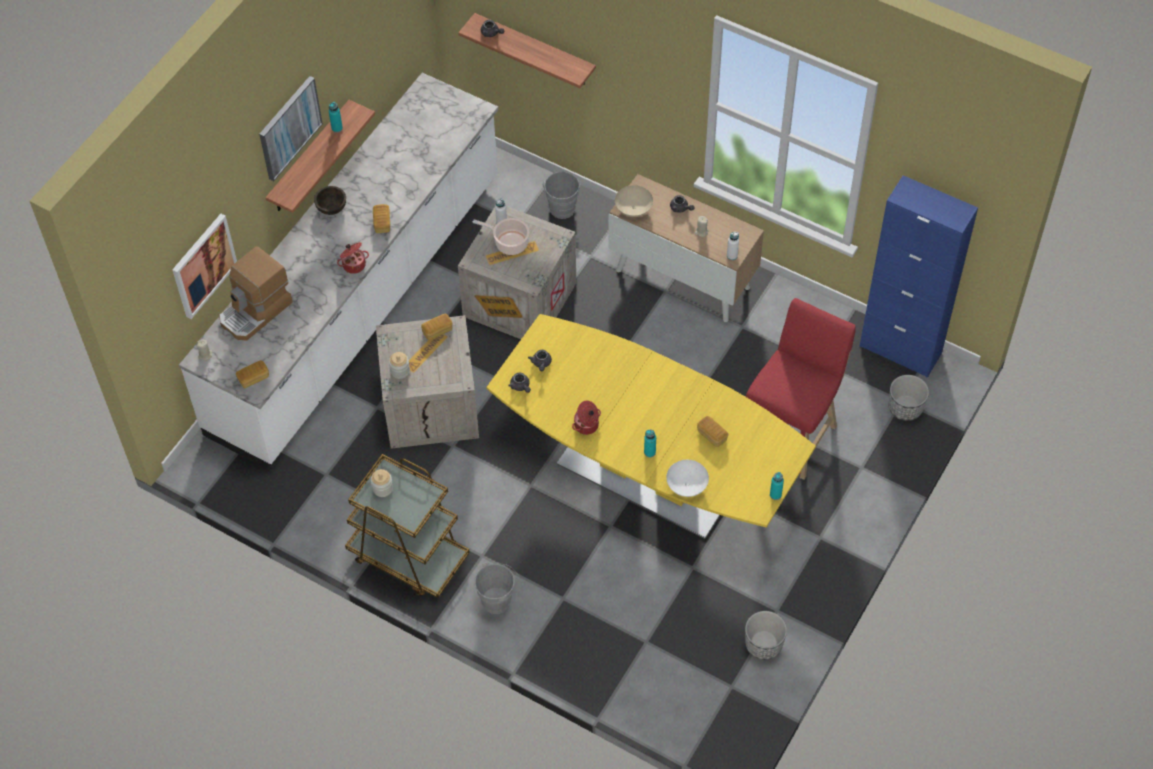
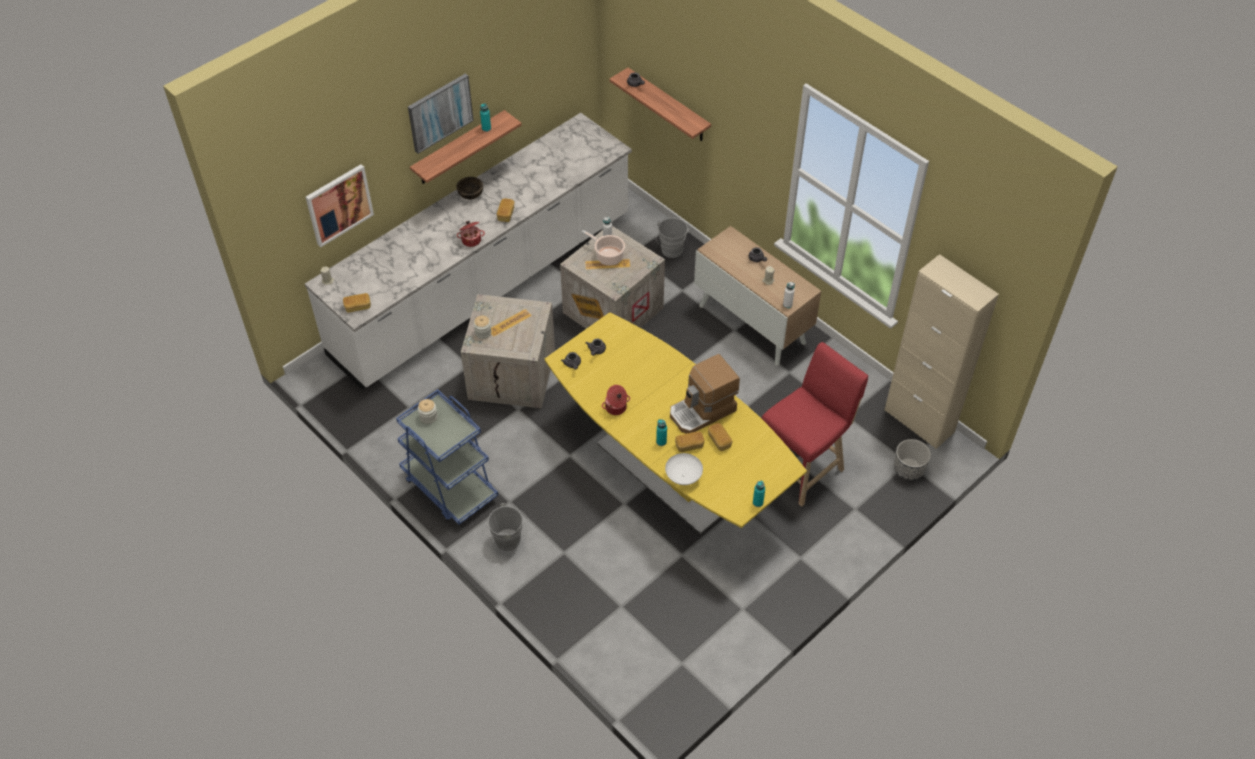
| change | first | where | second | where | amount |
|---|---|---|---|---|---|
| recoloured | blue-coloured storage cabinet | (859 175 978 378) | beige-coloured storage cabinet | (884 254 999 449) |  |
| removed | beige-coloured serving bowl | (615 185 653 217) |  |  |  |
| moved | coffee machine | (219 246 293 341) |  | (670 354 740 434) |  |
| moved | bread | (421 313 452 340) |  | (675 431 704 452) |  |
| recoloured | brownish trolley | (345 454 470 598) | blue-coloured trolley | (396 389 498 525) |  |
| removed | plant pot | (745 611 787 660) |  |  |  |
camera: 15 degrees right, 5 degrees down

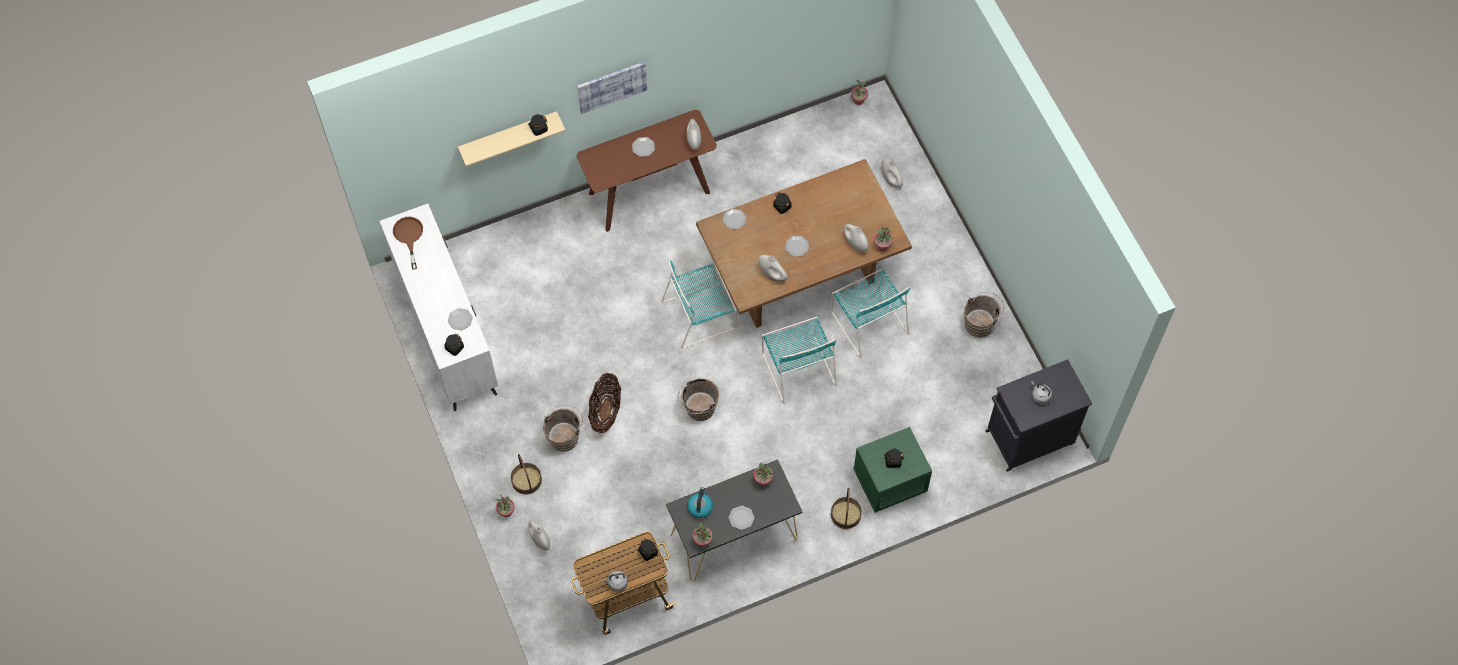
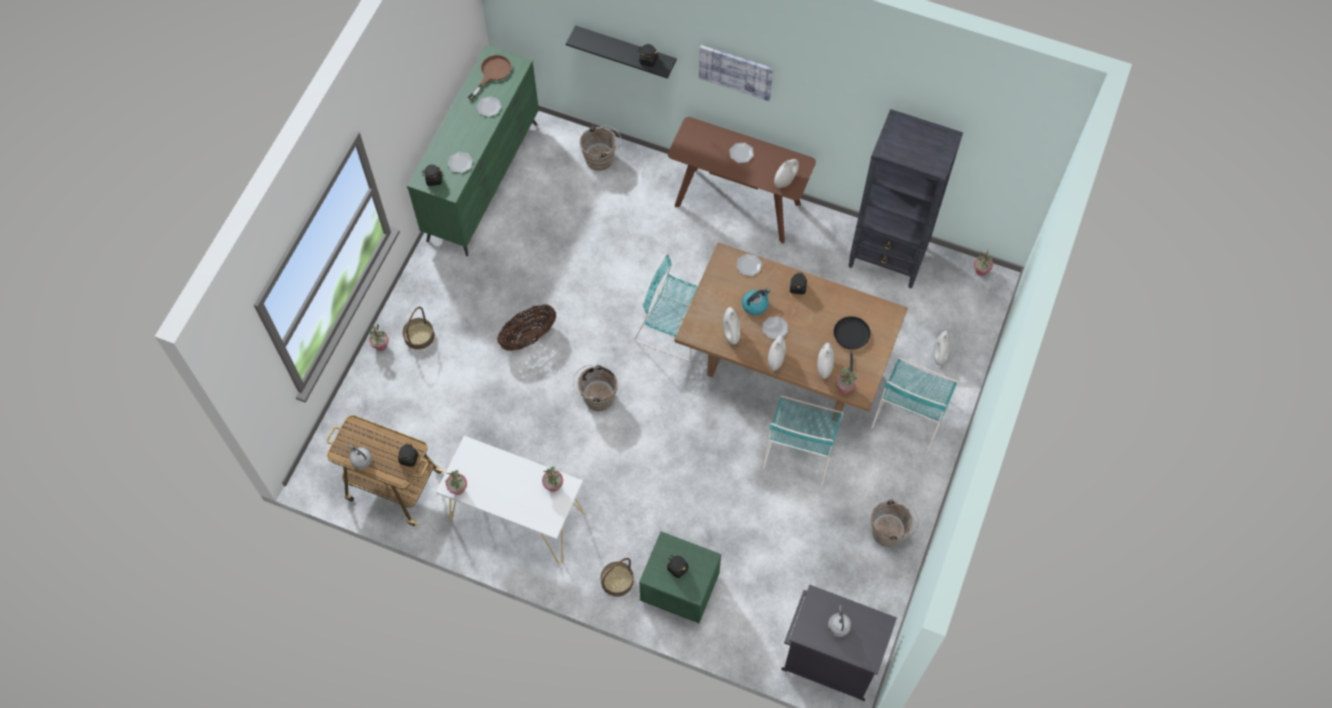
| change | first | where | second | where | amount |
|---|---|---|---|---|---|
| recoloured | beige-coloured shelf | (458 111 565 166) | blackish shelf | (566 26 677 78) |  |
| recoloured | white dresser | (380 204 498 411) | greenish dresser | (407 45 539 256) |  |
| moved | blue-green upright chair | (762 317 837 403) |  | (871 358 958 452) |  |
| moved | brownish pail | (543 404 583 452) |  | (579 126 621 171) |  |
| recoloured | blackish hall table | (666 459 803 582) | white hall table | (436 436 584 564) |  |
| moved | water kettle | (687 487 713 518) |  | (742 288 770 315) |  |
| moved | plate | (729 506 755 530) |  | (477 96 502 117) |  |
| moved | white flower vase | (529 520 550 551) |  | (768 335 786 371) |  |
| added |  |  | blackish bookcase | (849 109 963 288) |  |
| added |  |  | blackish pan | (834 316 870 371) |  |
camera: 45 degrees right, 0 degrees up

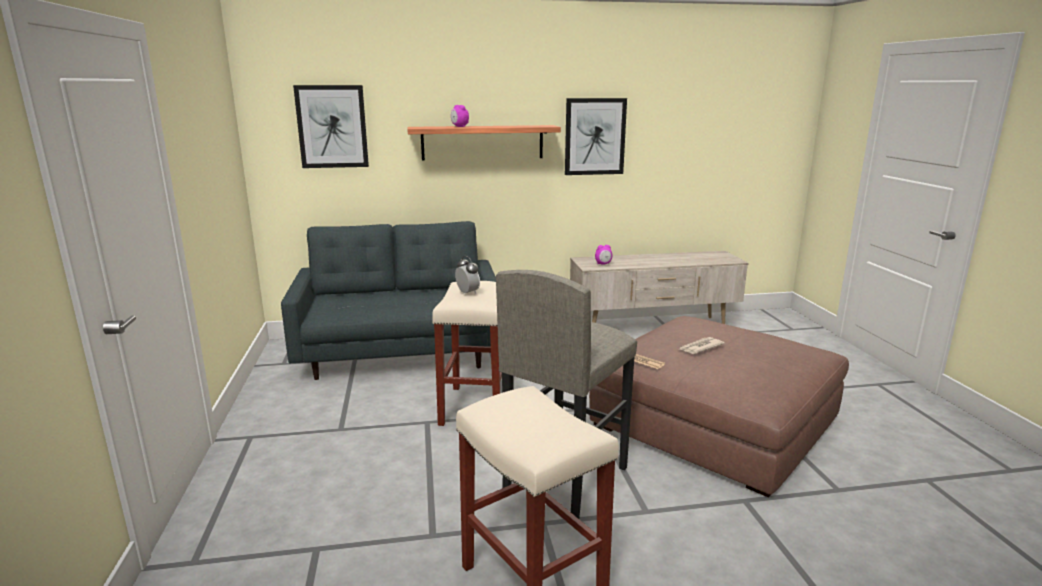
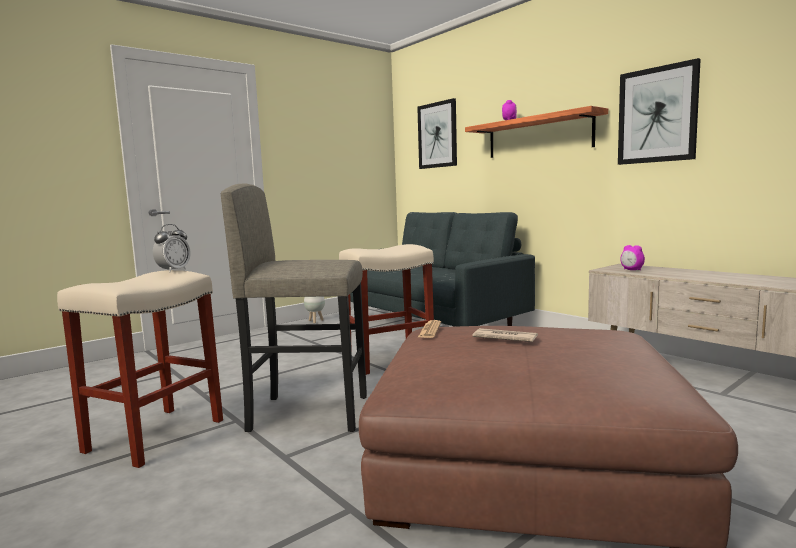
| change | first | where | second | where | amount |
|---|---|---|---|---|---|
| moved | alarm clock | (455 256 480 294) |  | (153 224 191 272) |  |
| added |  |  | white plant pot | (304 297 325 323) |  |
camera: 60 degrees right, 10 degrees down

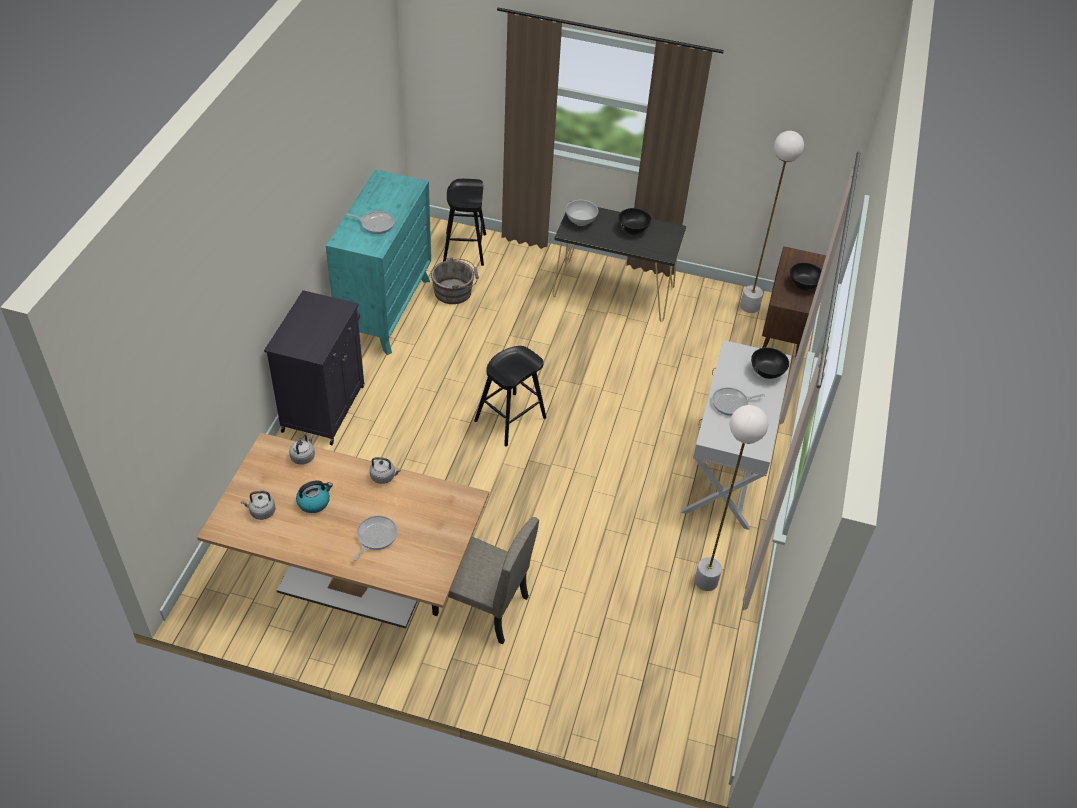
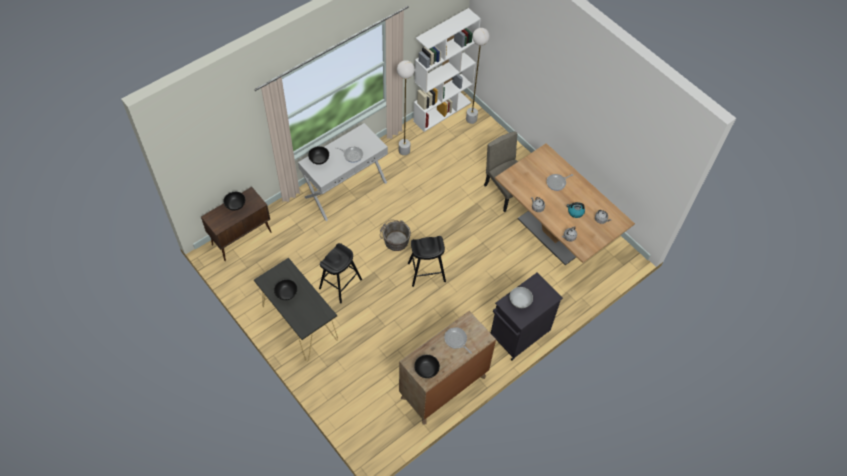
| change | first | where | second | where | amount |
|---|---|---|---|---|---|
| moved | white standing lamp | (740 131 804 313) |  | (466 28 490 124) |  |
| recoloured | blue-green dresser | (326 170 431 355) | brownish dresser | (399 311 496 425) |  |
| moved | blackish stool | (443 179 486 266) |  | (319 243 362 303) |  |
| moved | white serving bowl | (566 200 598 226) |  | (510 287 533 308) |  |
| moved | gray pail | (431 257 479 304) |  | (380 220 411 251) |  |
| added |  |  | white bookcase | (413 8 481 132) |  |
| added |  |  | blackish serving bowl | (414 355 440 378) |  |
camera: 145 degrees left, 10 degrees up

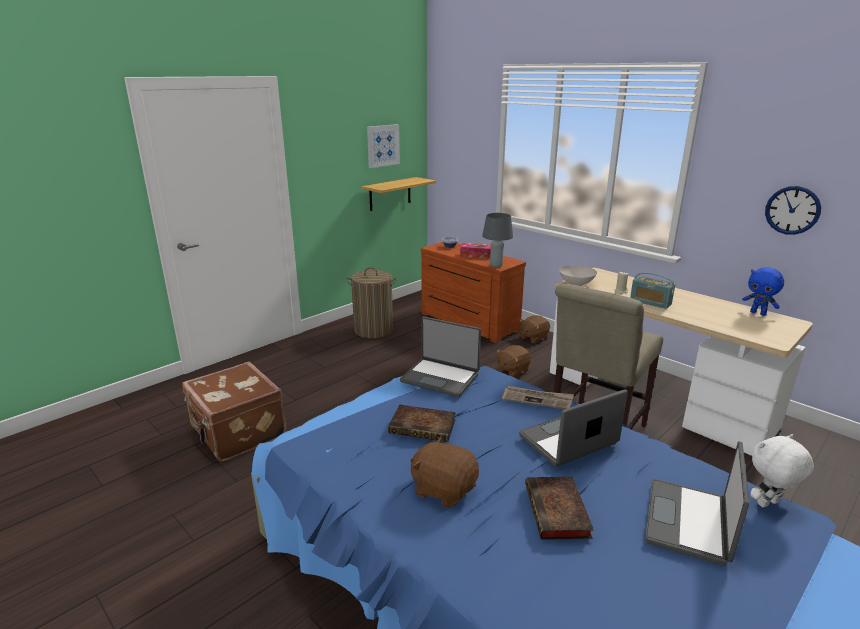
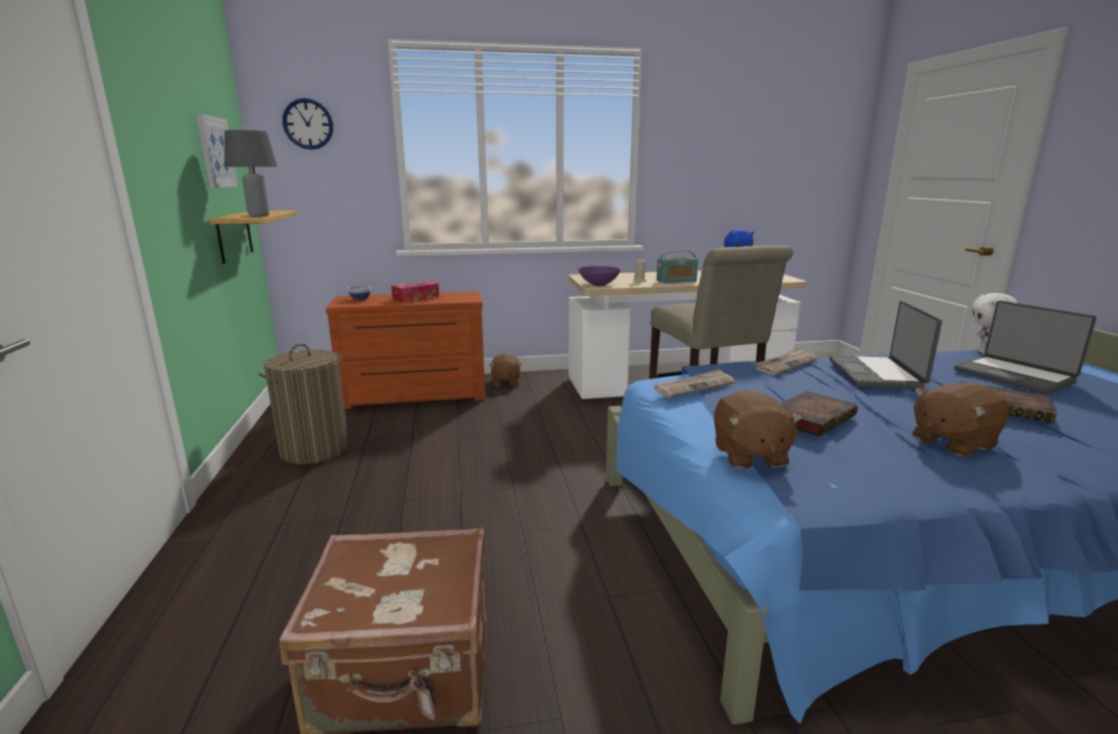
| change | first | where | second | where | amount |
|---|---|---|---|---|---|
| moved | wall clock | (765 186 821 235) |  | (282 98 333 150) |  |
| moved | gray tabletop lamp | (482 213 513 267) |  | (224 130 277 217) |  |
| recoloured | white serving bowl | (559 265 597 286) | purplish serving bowl | (578 266 620 286) |  |
| replaced | laptop | (400 317 481 397) | daily paper | (654 369 735 398) |  |
| moved | brownish cuddly toy | (497 345 531 377) |  | (714 390 803 469) |  |
camera: 55 degrees left, 5 degrees down

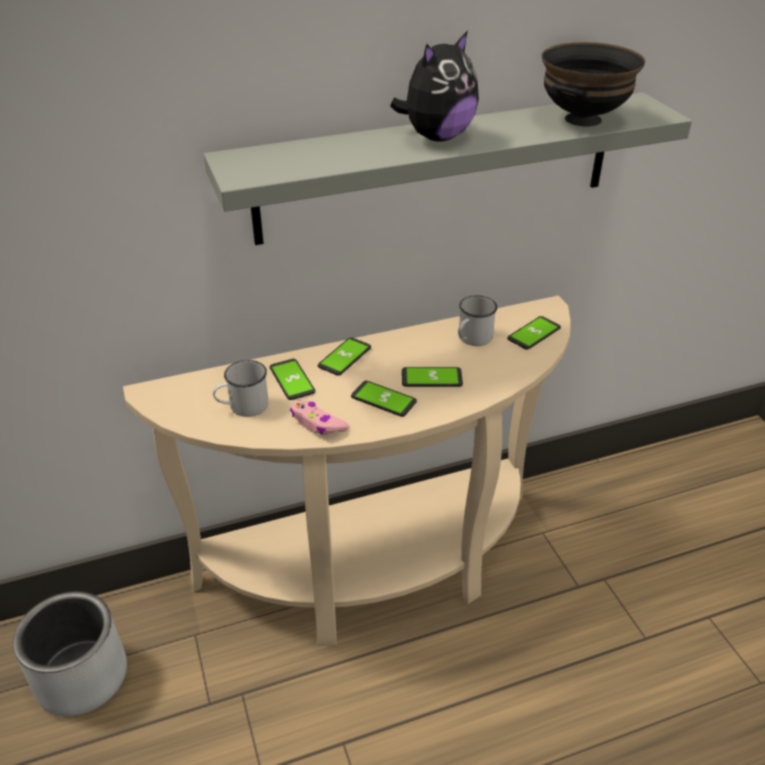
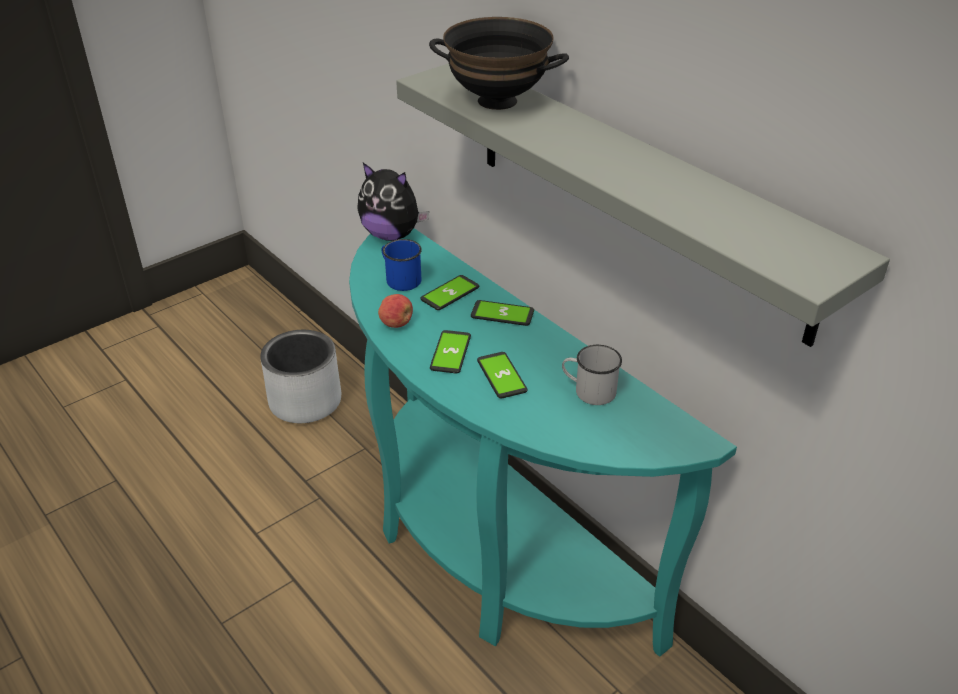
| change | first | where | second | where | amount |
|---|---|---|---|---|---|
| moved | cuddly toy | (390 31 479 142) |  | (357 163 429 241) |  |
| moved | blackish serving bowl | (542 42 645 126) |  | (429 17 569 110) |  |
| recoloured | beige-coloured hall table | (123 296 571 646) | blue-green hall table | (349 228 737 657) |  |
| removed | telephone | (507 316 561 350) |  |  |  |
| recoloured | white mug | (213 360 269 417) | blue-coloured mug | (381 239 422 291) |  |
| replaced | pink joypad | (290 400 349 435) | whole apple | (378 294 413 328) |  |
camera: 70 degrees right, 0 degrees up

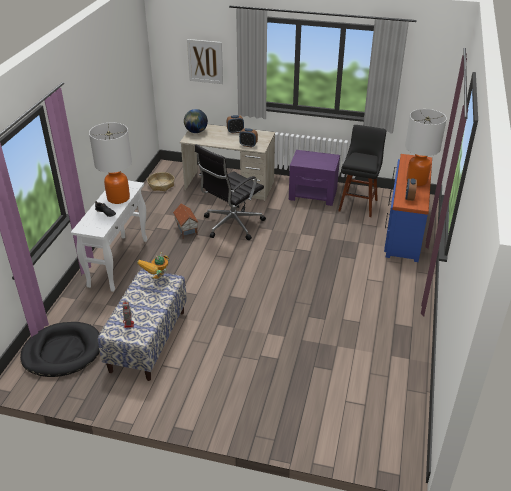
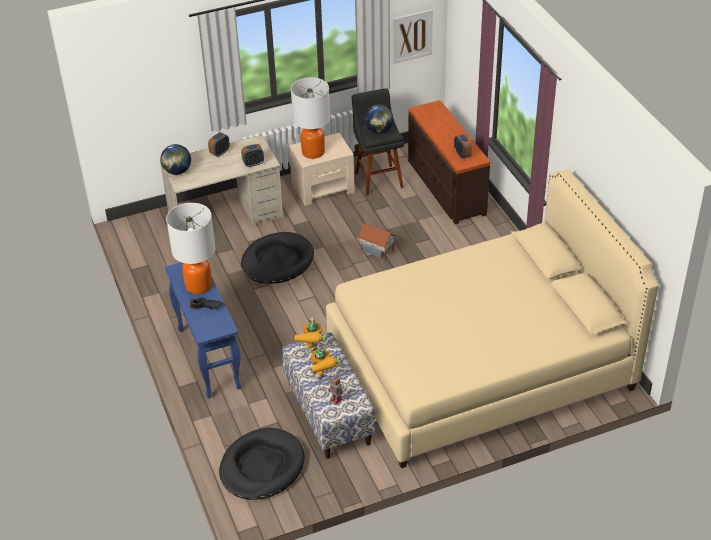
| change | first | where | second | where | amount |
|---|---|---|---|---|---|
| moved | wall art | (187 39 223 84) |  | (393 10 433 64) |  |
| moved | tabletop lamp | (405 109 447 186) |  | (291 77 330 159) |  |
| replaced | blackish desk chair | (195 144 266 240) | blackish dog bed | (241 232 314 284) |  |
| recoloured | purplish night table | (289 150 340 206) | beige-coloured night table | (289 133 355 206) |  |
| recoloured | blue-coloured dresser | (384 154 432 262) | brownish dresser | (408 100 491 224) |  |
| removed | household basket | (147 172 174 191) |  |  |  |
| recoloured | white hall table | (71 181 147 292) | blue-coloured hall table | (165 262 241 398) |  |
| moved | miniature house | (173 203 199 239) |  | (358 223 396 261) |  |
| added |  |  | globe | (364 104 393 134) |  |
| added |  |  | beige-coloured bed | (326 169 659 468) |  |
| added |  |  | robot figure | (310 345 340 379) |  |
camera: 35 degrees left, 5 degrees up

